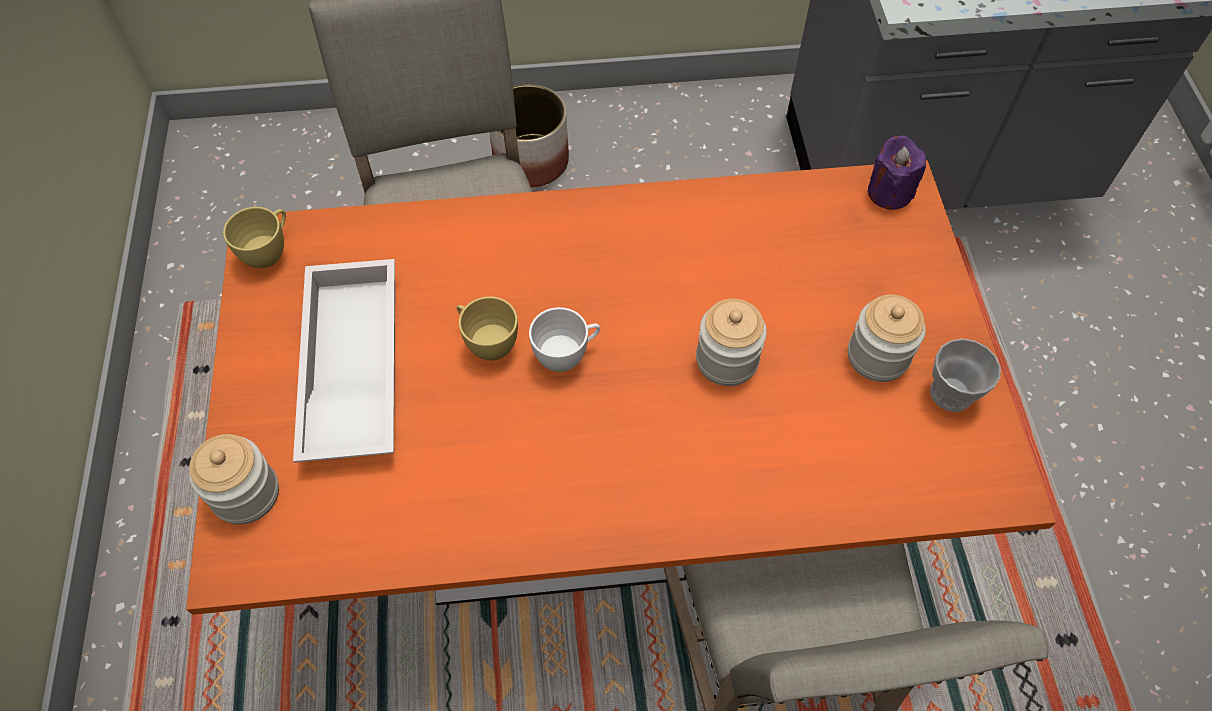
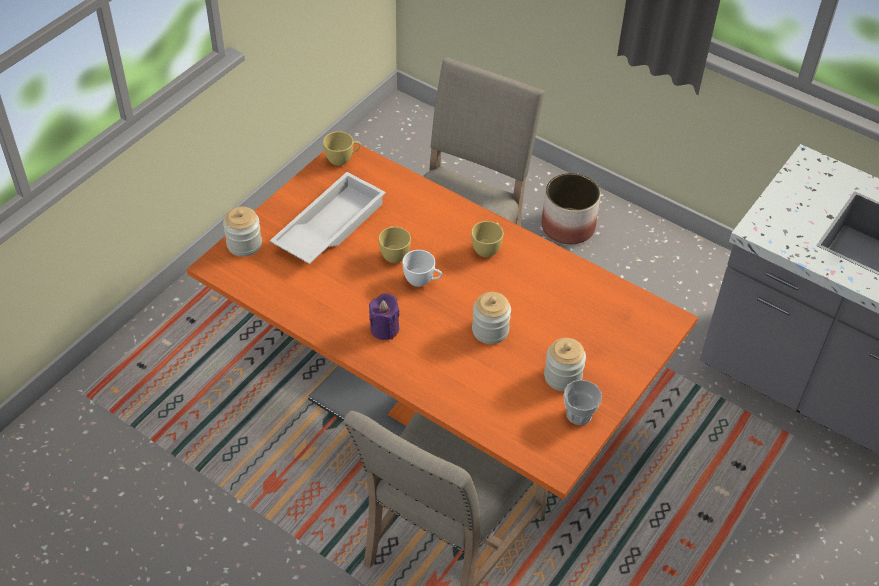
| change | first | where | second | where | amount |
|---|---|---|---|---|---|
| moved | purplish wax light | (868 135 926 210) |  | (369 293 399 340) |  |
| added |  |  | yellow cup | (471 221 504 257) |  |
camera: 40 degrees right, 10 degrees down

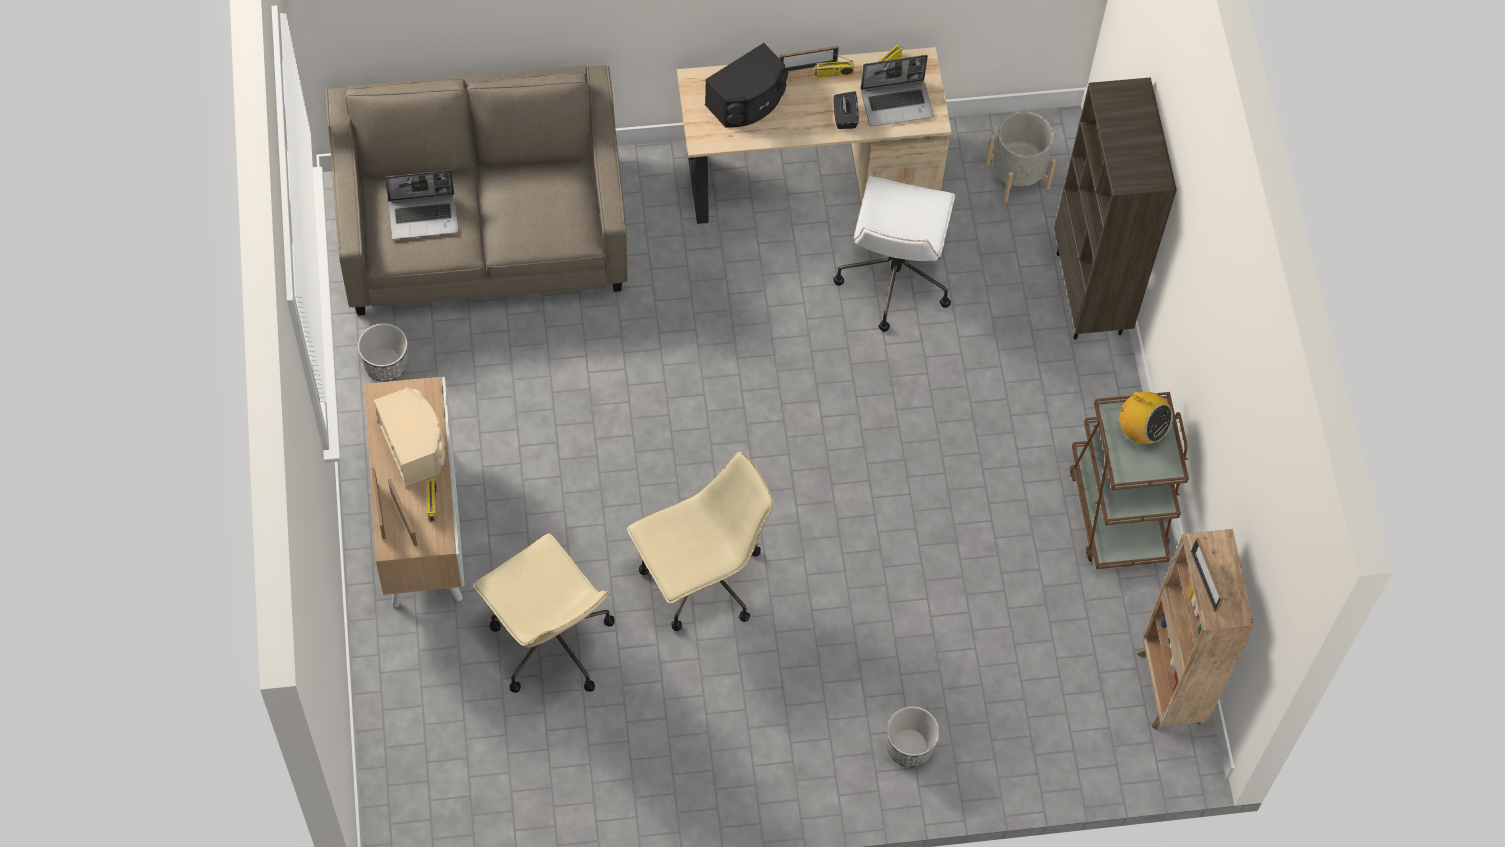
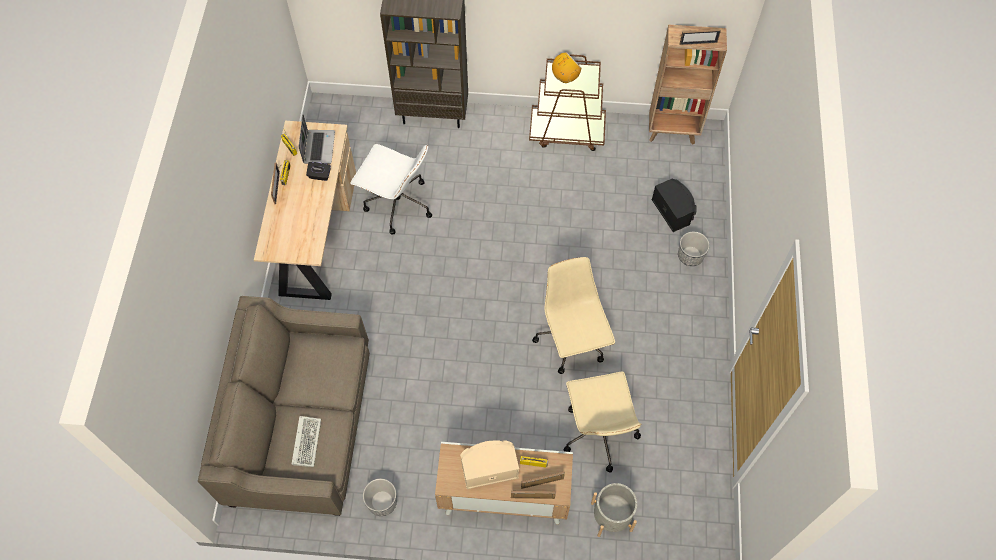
| change | first | where | second | where | amount |
|---|---|---|---|---|---|
| moved | blackish loudspeaker | (705 43 788 128) |  | (652 179 697 232) |  |
| moved | gray plant pot | (985 111 1056 203) |  | (591 483 637 537) |  |
| replaced | laptop | (385 170 459 239) | PC keyboard | (291 416 321 467) |  |
| turned | beige-coloured desk chair | (473 533 615 693) |  | (564 372 641 472) | 105 degrees clockwise |
camera: 75 degrees left, 0 degrees up

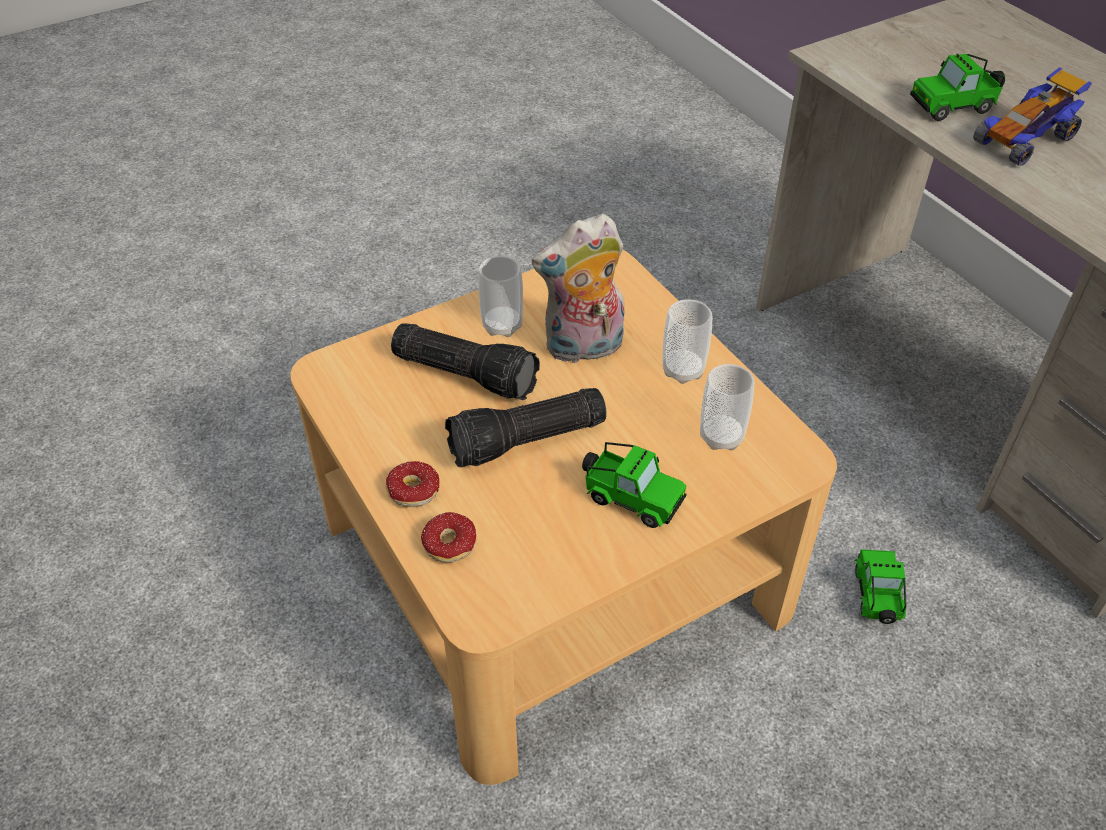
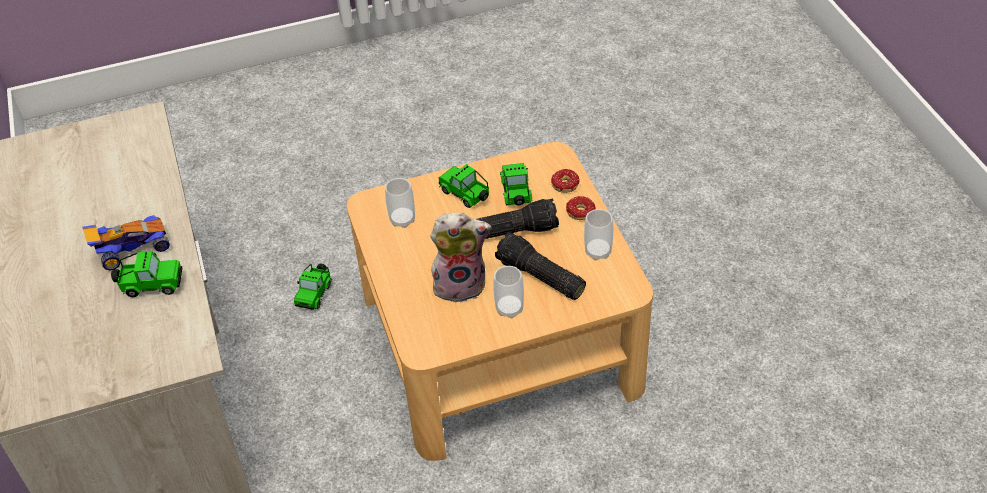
| change | first | where | second | where | amount |
|---|---|---|---|---|---|
| moved | cup | (662 299 712 384) |  | (584 209 613 260) |  |
| added |  |  | toy car | (500 163 532 205) |  |
camera: 165 degrees left, 0 degrees up

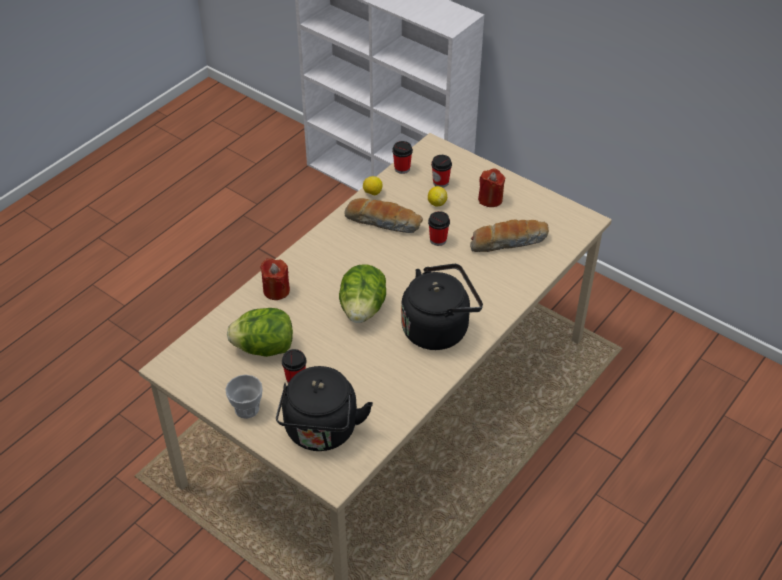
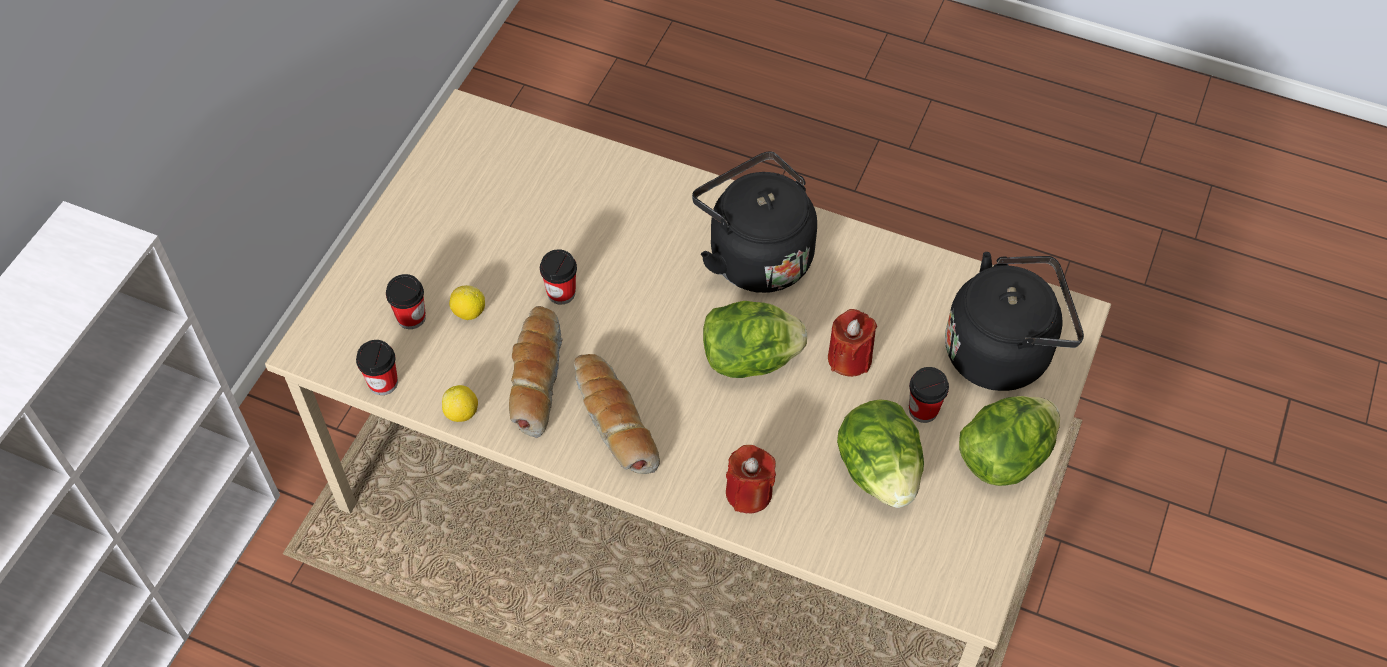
| change | first | where | second | where | amount |
|---|---|---|---|---|---|
| moved | red wax light | (478 168 505 207) |  | (828 309 877 377) |  |
| moved | bread | (470 219 549 252) |  | (574 354 660 474) |  |
| replaced | cup | (225 375 263 419) | lettuce head | (959 396 1060 486) |  |
camera: 105 degrees left, 10 degrees up

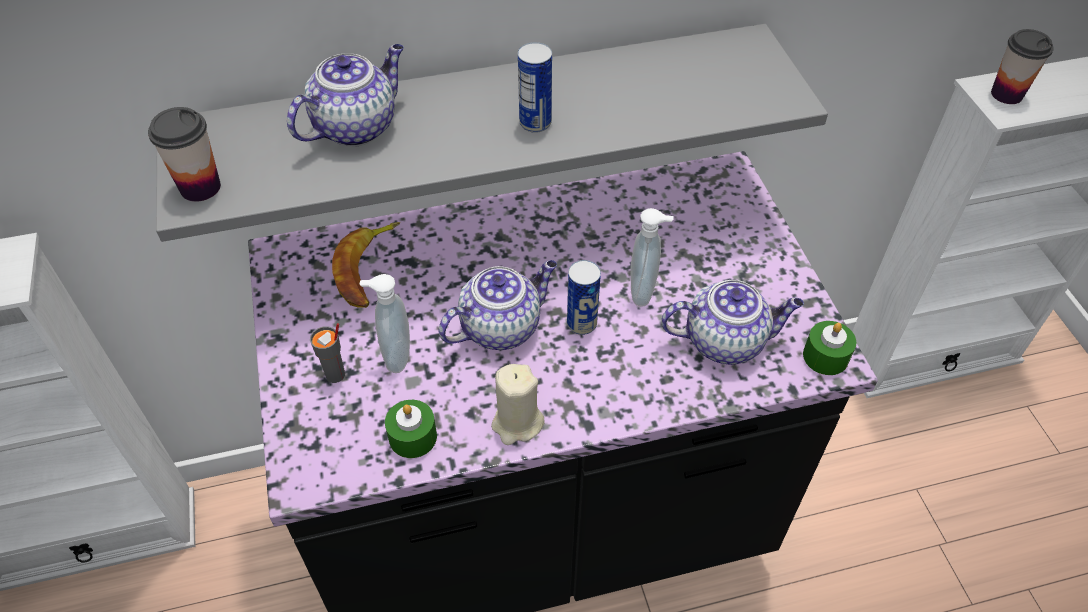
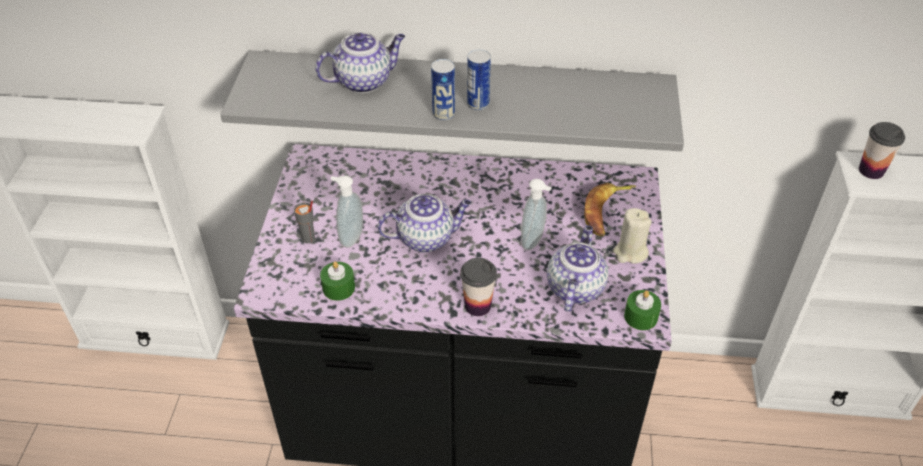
| change | first | where | second | where | amount |
|---|---|---|---|---|---|
| moved | cup | (148 107 221 202) |  | (460 258 497 316) |  |
| moved | banana fruit | (332 222 400 308) |  | (584 183 636 237) |  |
| moved | sealed can | (567 260 601 335) |  | (431 59 455 121) |  |
| turned | teapot | (661 280 804 365) |  | (547 225 608 312) | 90 degrees counterclockwise |
| moved | beige-coloured wax light | (491 364 545 445) |  | (613 208 652 264) |  |
camera: 20 degrees right, 5 degrees down

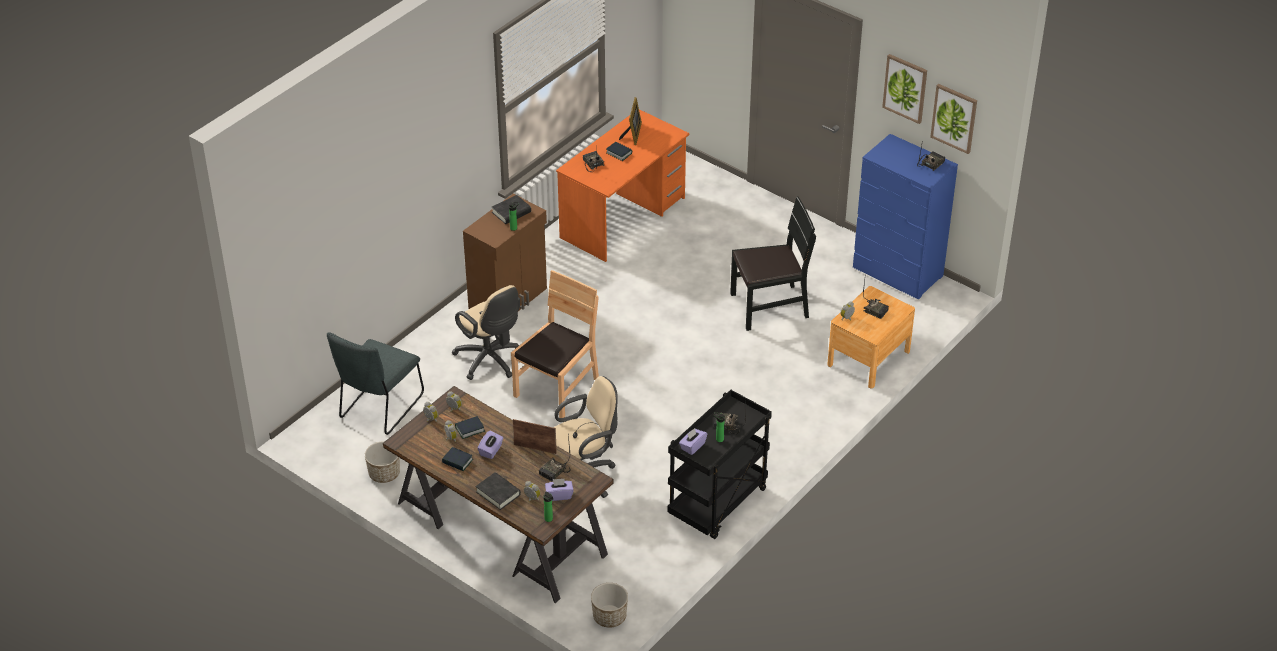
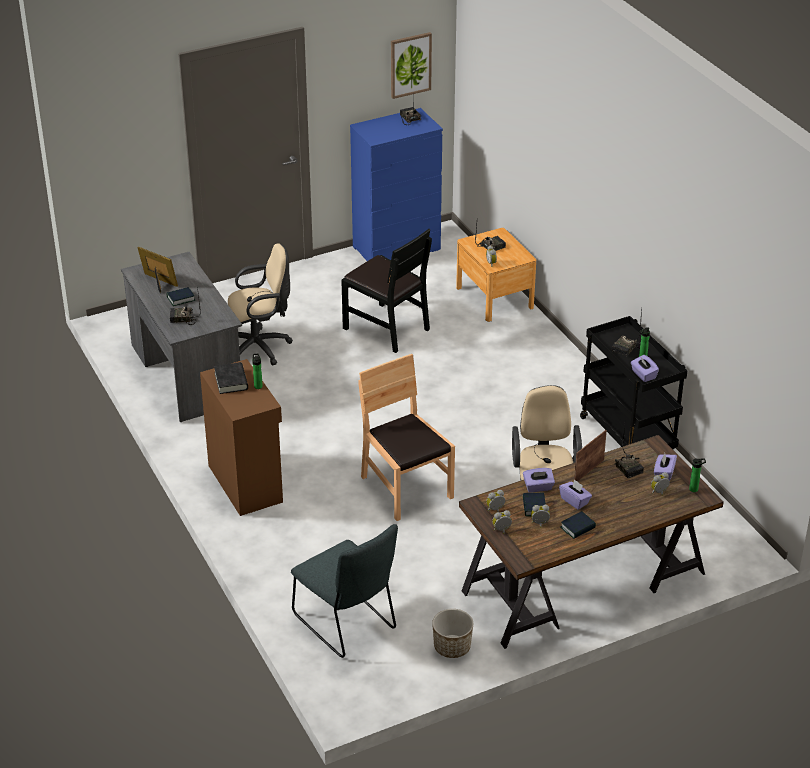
| change | first | where | second | where | amount |
|---|---|---|---|---|---|
| removed | wall art | (882 54 927 124) |  |  |  |
| recoloured | orangey desk | (556 109 690 262) | gray desk | (121 252 242 422) |  |
| turned | blackish upright chair | (730 197 816 331) |  | (341 229 432 353) | 120 degrees clockwise |
| moved | beige-coloured desk chair | (452 285 520 380) |  | (228 244 293 366) |  |
| removed | blackish volume | (475 472 521 510) |  |  |  |
| removed | plant pot | (591 583 628 628) |  |  |  |
| added |  |  | purplish tissue box | (523 468 555 493) |  |
camera: 65 degrees left, 5 degrees down

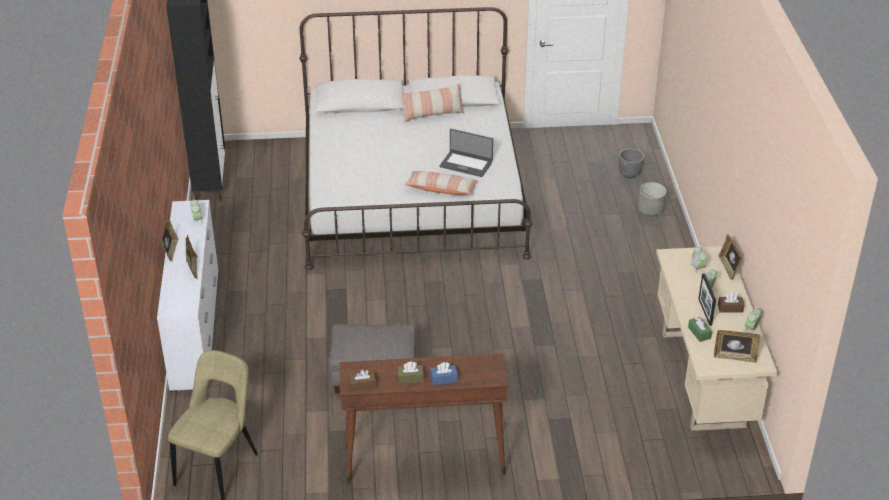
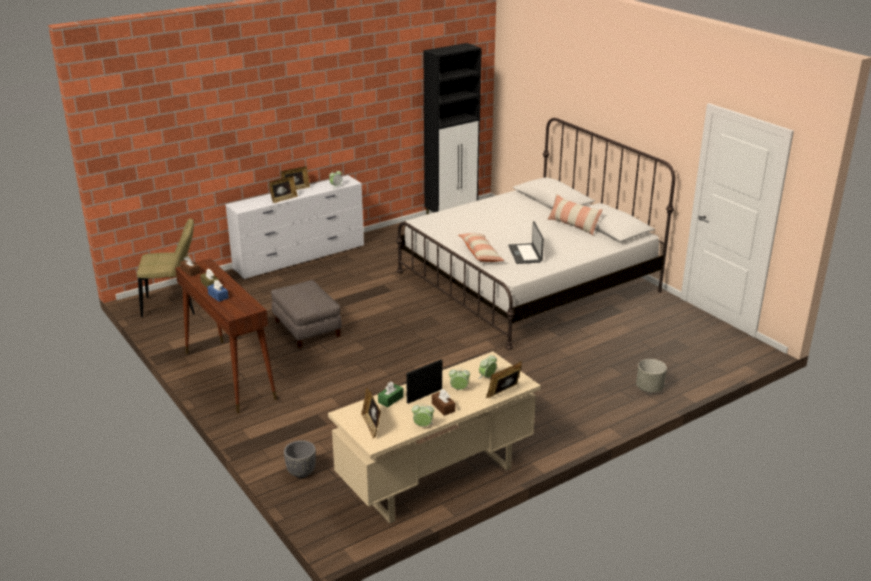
| change | first | where | second | where | amount |
|---|---|---|---|---|---|
| moved | gray plant pot | (619 149 645 178) |  | (284 440 316 478) |  |
camera: 60 degrees right, 10 degrees down

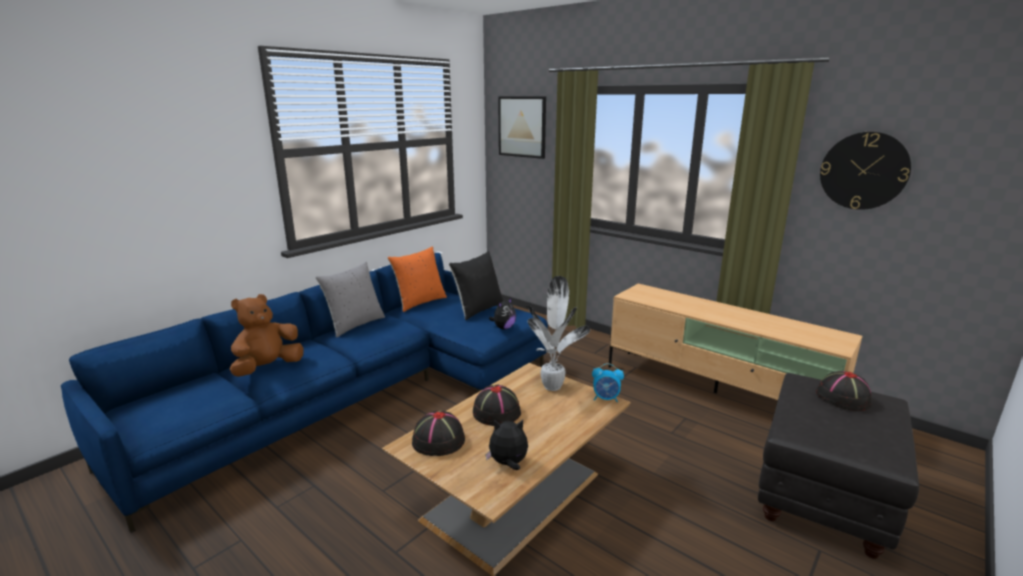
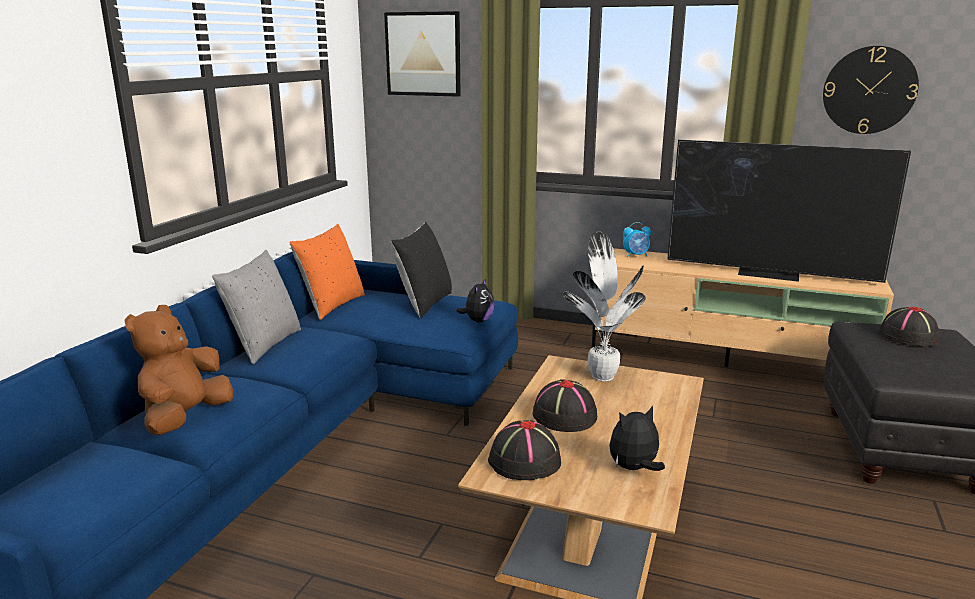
| change | first | where | second | where | amount |
|---|---|---|---|---|---|
| moved | alarm clock | (592 363 624 402) |  | (623 222 651 257) |  |
| added |  |  | television | (667 140 911 283) |  |
camera: 20 degrees left, 0 degrees up

